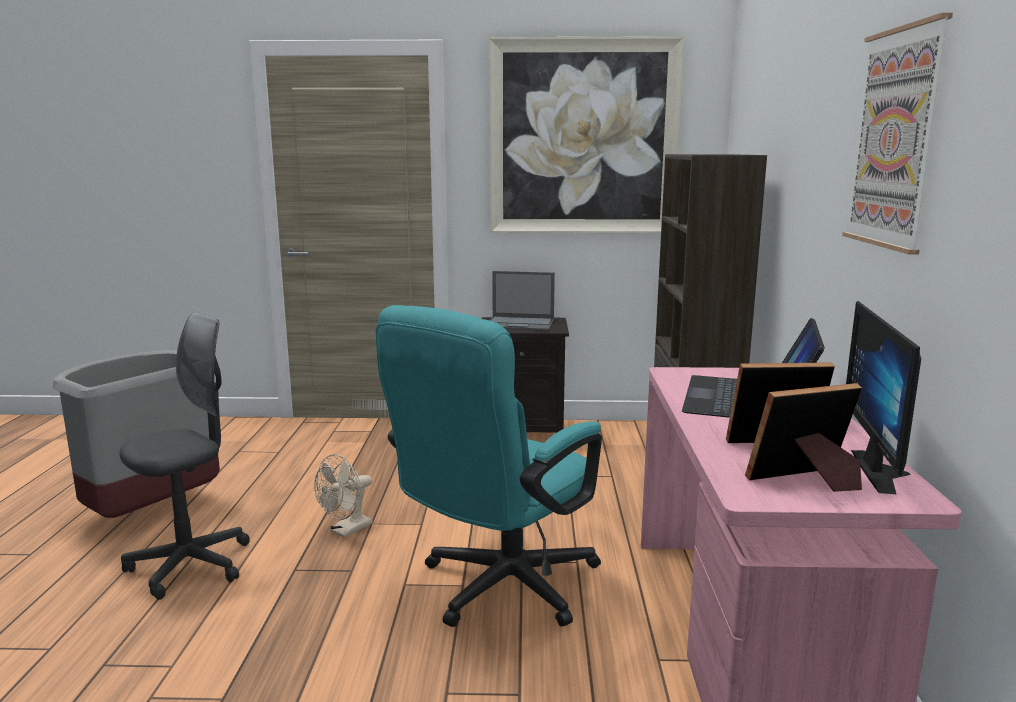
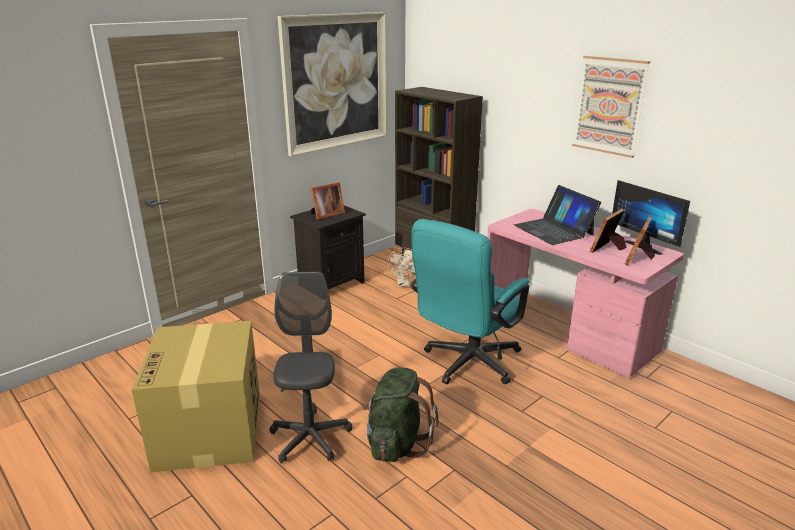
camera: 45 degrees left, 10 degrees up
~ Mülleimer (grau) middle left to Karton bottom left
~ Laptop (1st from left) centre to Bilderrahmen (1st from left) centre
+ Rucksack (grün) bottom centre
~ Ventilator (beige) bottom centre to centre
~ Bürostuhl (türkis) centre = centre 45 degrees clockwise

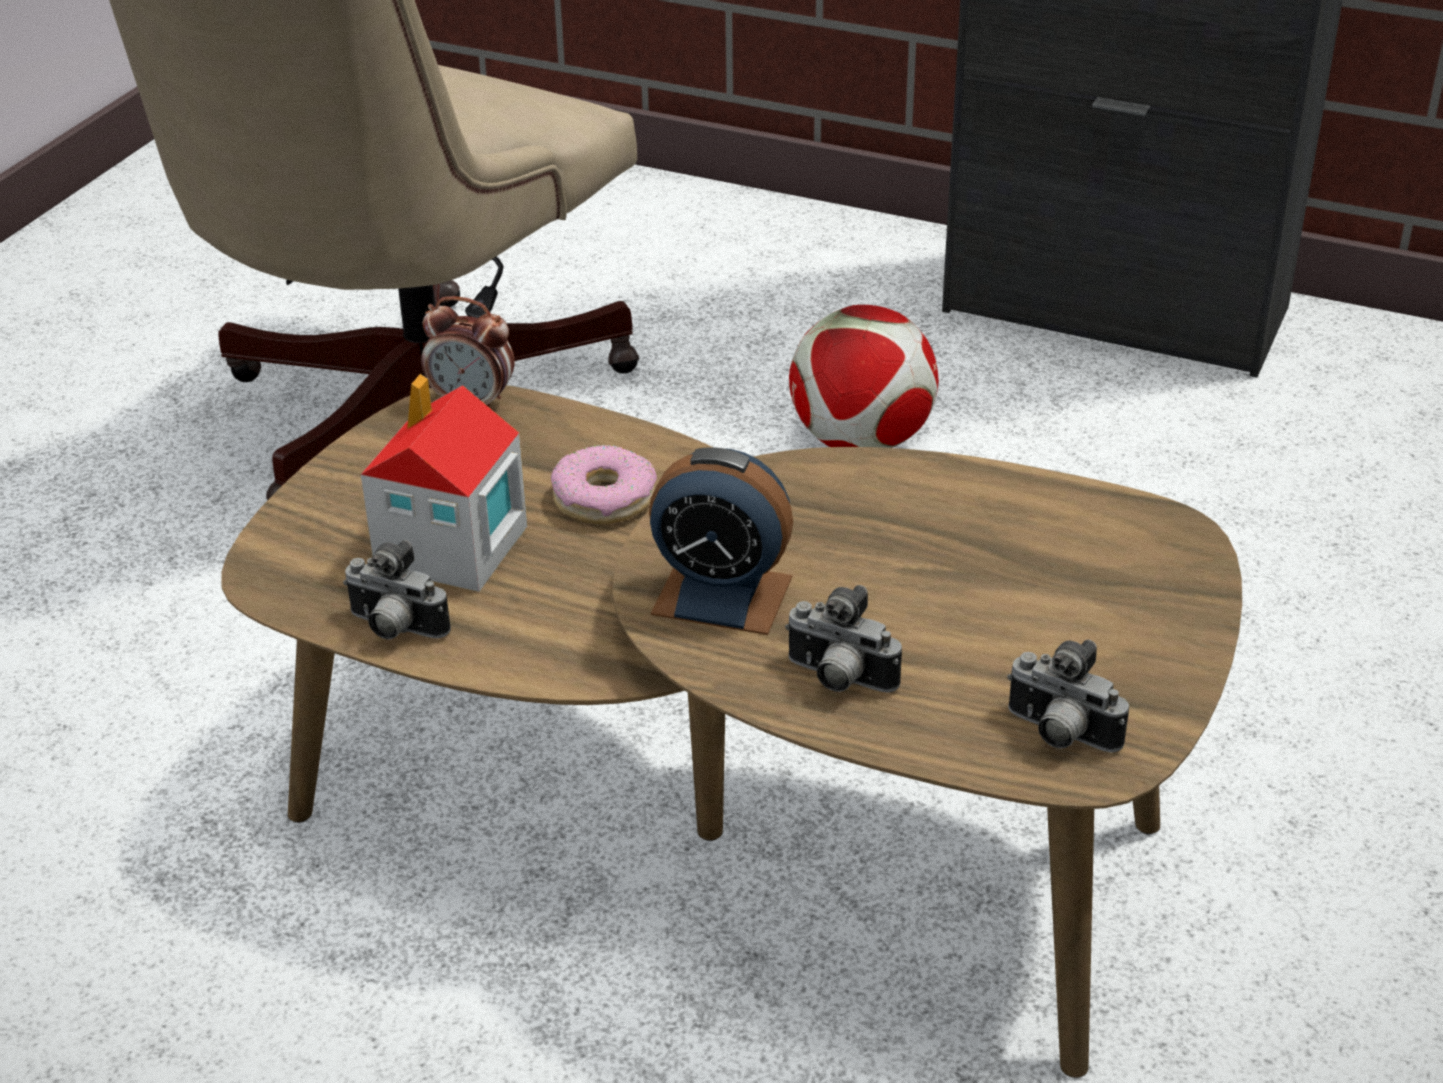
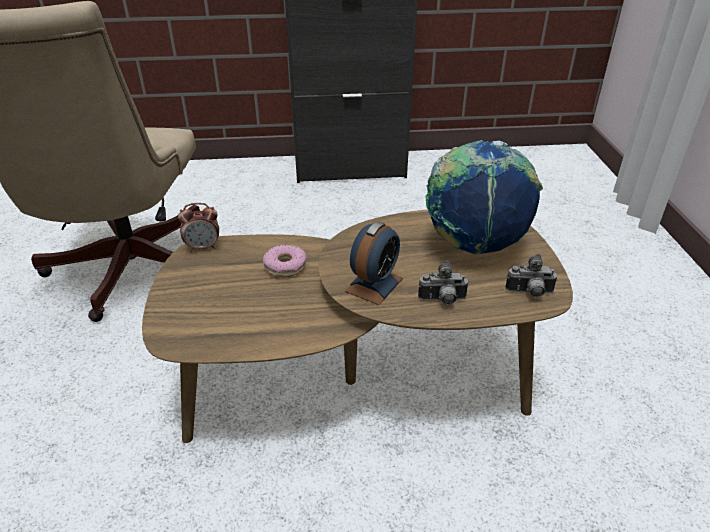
camera: 30 degrees left, 0 degrees up
~ Wecker (2nd from left) centre = centre 45 degrees counterclockwise
+ Globus middle right
- Kamera (1st from left) middle left
- Spielzeughaus middle left
- Fußball centre

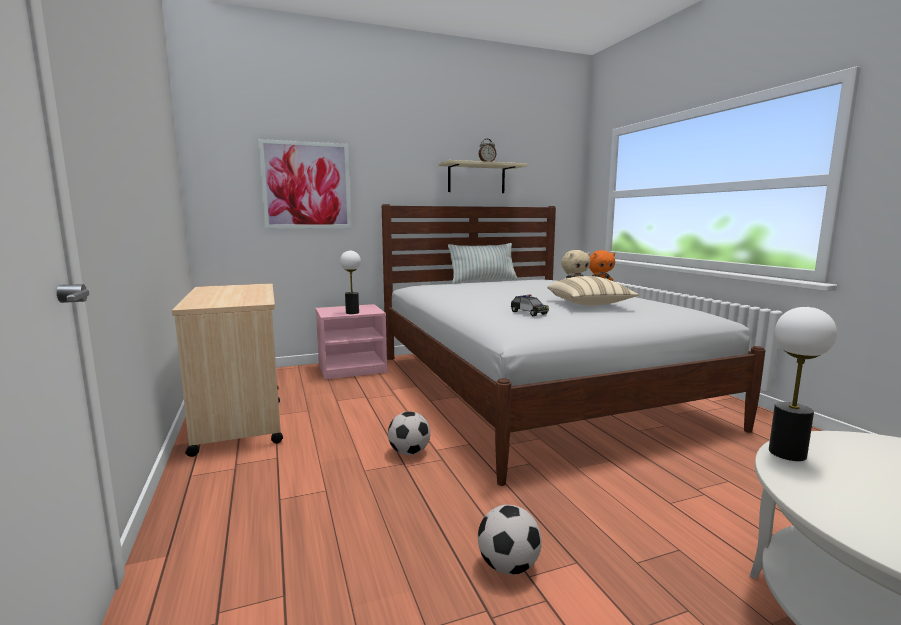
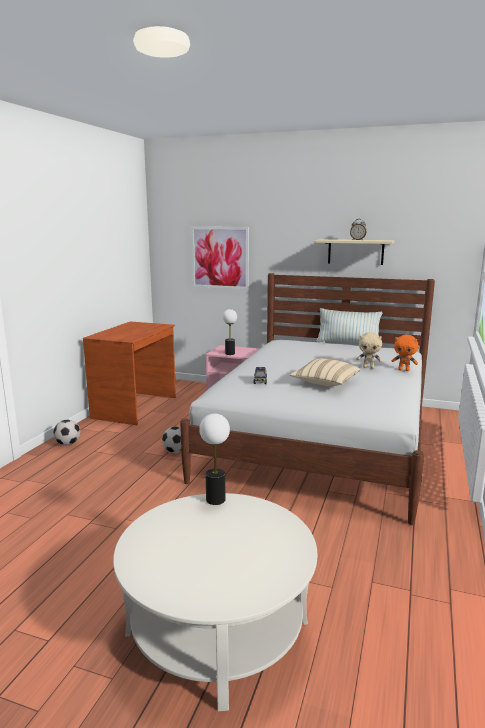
camera: 40 degrees right, 5 degrees up
~ Fußball (2nd from left in the first image) bottom centre to Fußball (1st from left) middle left
~ Rollwagen (beige) middle left to Schreibtisch (braun) middle left

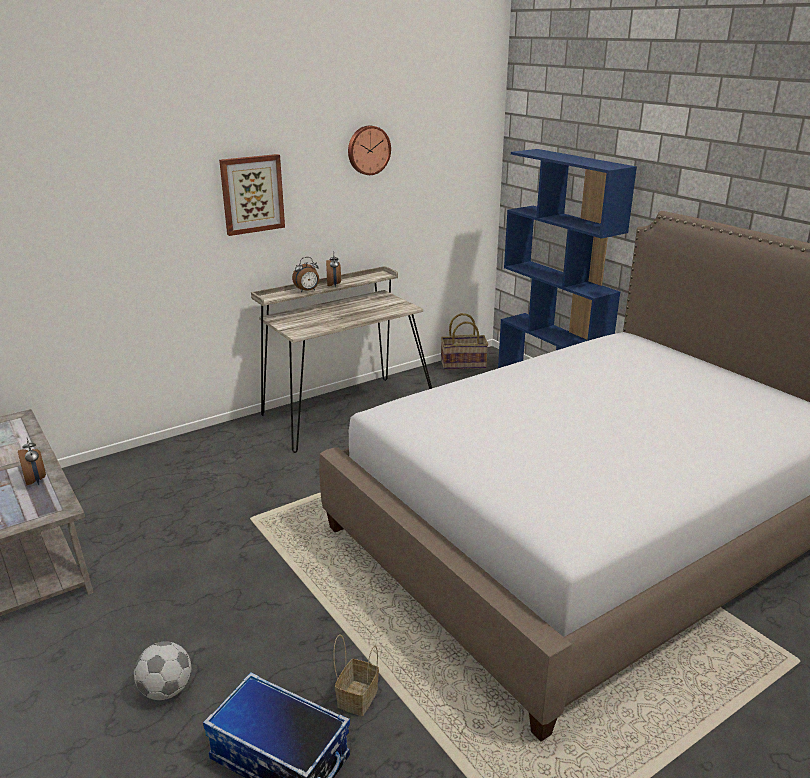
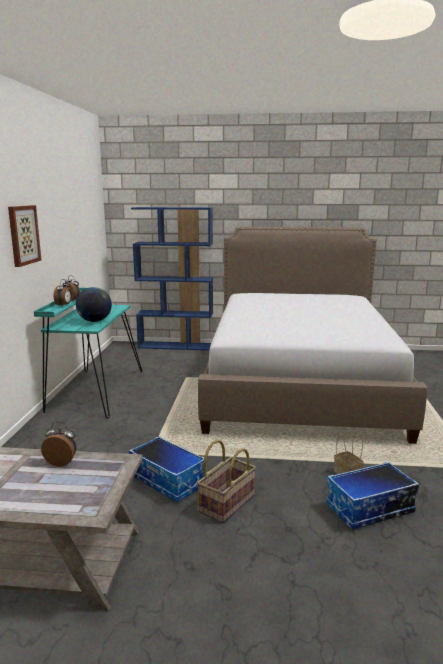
camera: 50 degrees left, 10 degrees down
~ Schreibtisch (beige) centre to Schreibtisch (türkis) middle left
+ Globus middle left
+ Aufbewahrungsbox (1st from left) bottom centre
~ Korb (2nd from left in the first image) centre to Korb (1st from left) bottom centre
- Fußball bottom left
- Wanduhr top centre

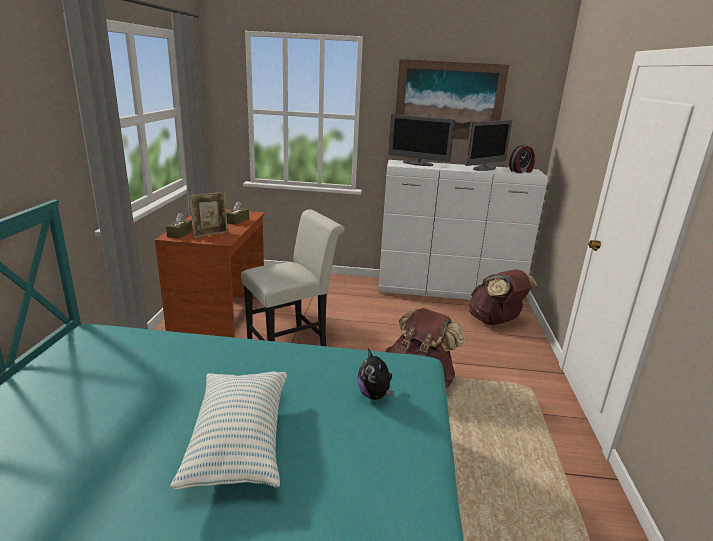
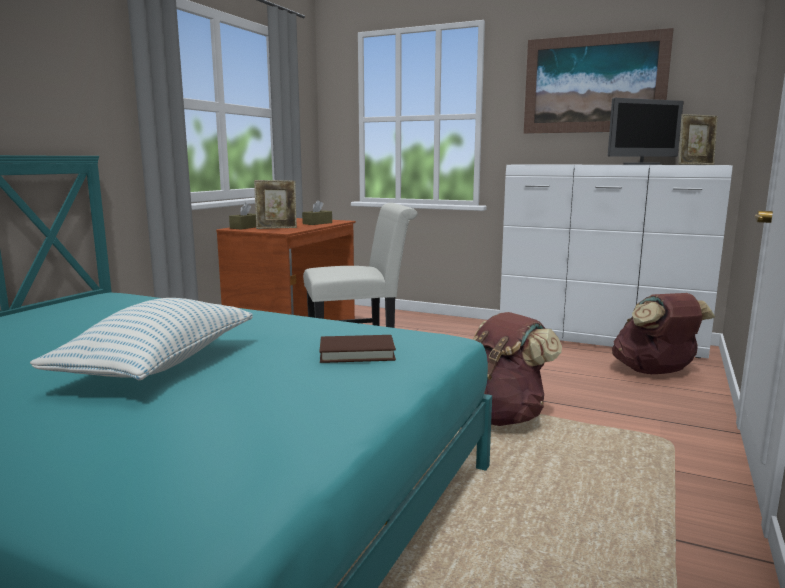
camera: 20 degrees right, 10 degrees down
~ Plüschtier bottom centre to Buch (braun) centre
~ Wecker top right to Bilderrahmen (2nd from left) top right
- Monitor (1st from left) top centre

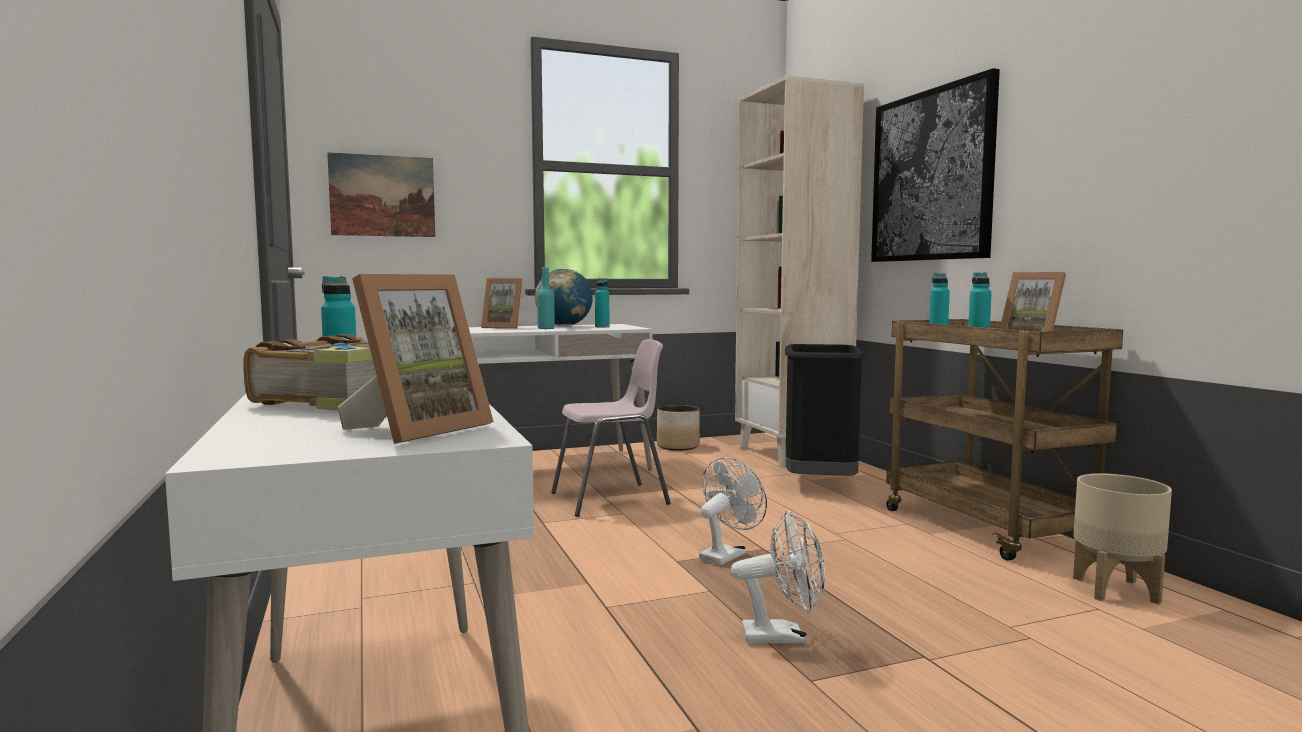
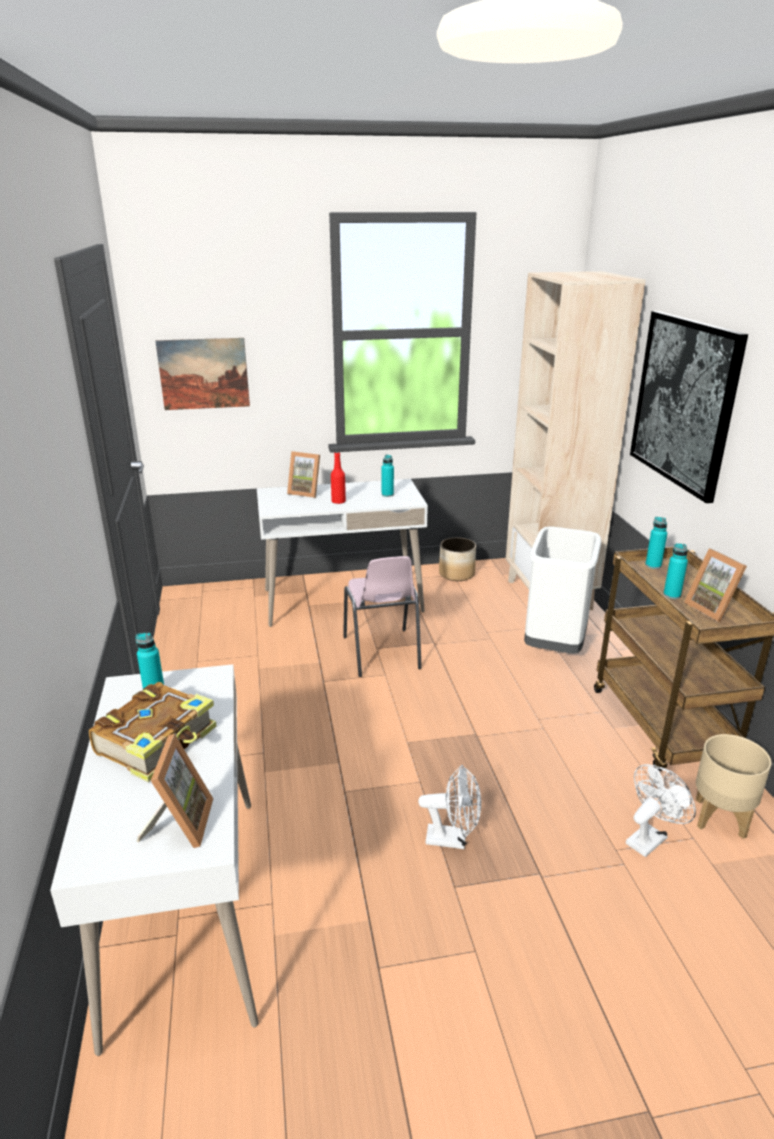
camera: 10 degrees right, 20 degrees up
~ Bilderrahmen (1st from left) middle left = bottom left 45 degrees counterclockwise
~ Flasche (türkis) (2nd from left) centre to Flasche (rot) centre
~ Stuhl (rosa) centre = centre 90 degrees clockwise
~ Mülleimer (schwarz) centre to Mülleimer (weiß) middle right
~ Ventilator (weiß) (1st from left in the first image) bottom centre to Ventilator (weiß) (2nd from left) bottom right
- Globus centre

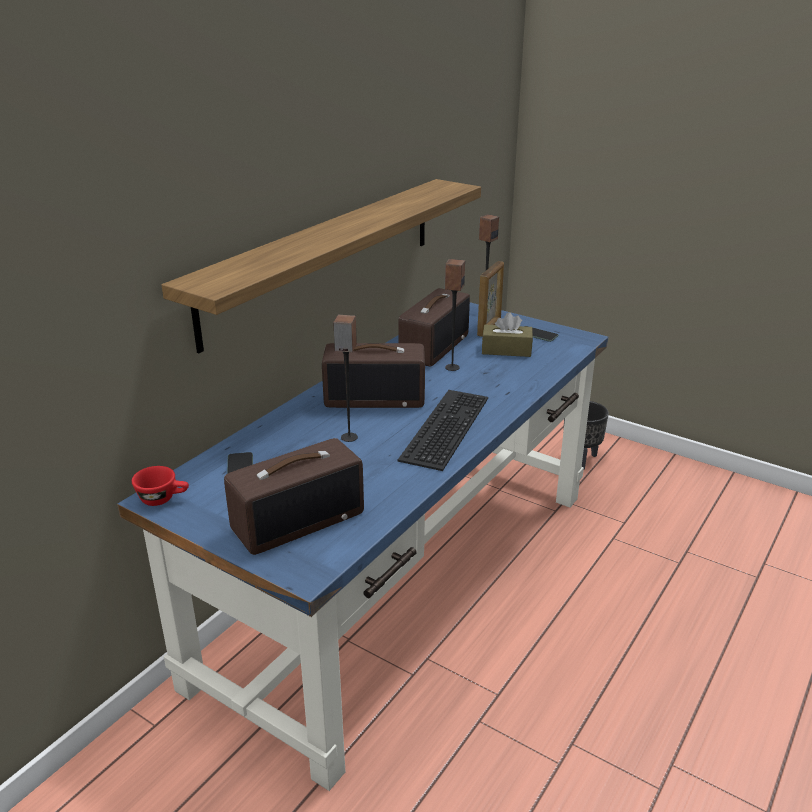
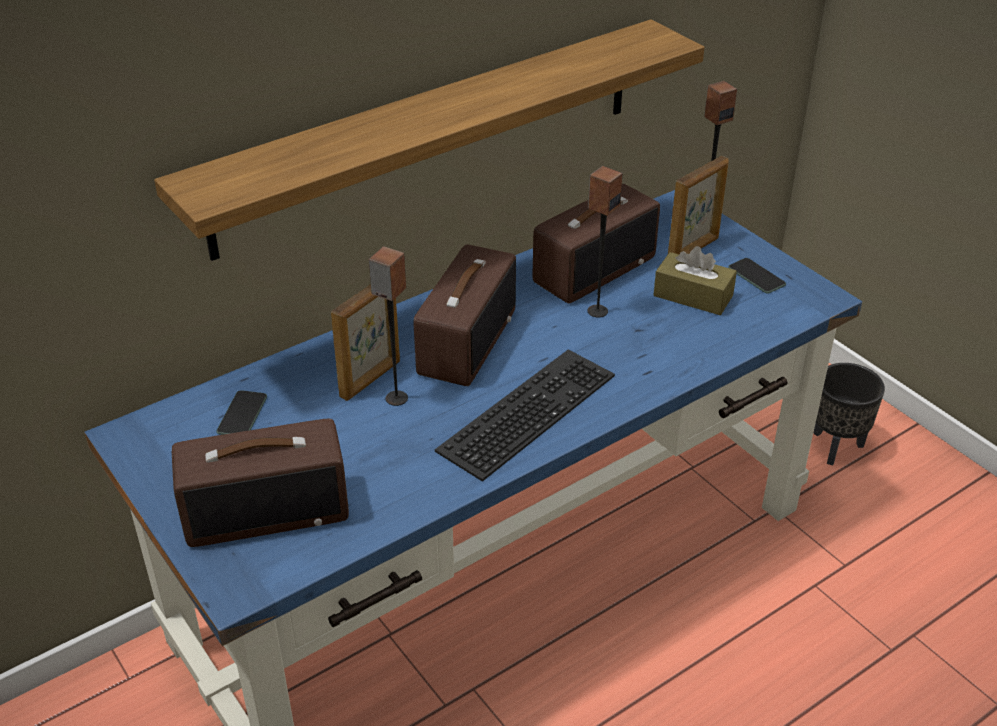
camera: 20 degrees right, 10 degrees up
+ Bilderrahmen (1st from left) centre
~ Radio (2nd from left) centre = centre 90 degrees counterclockwise
- Tasse (rot) middle left

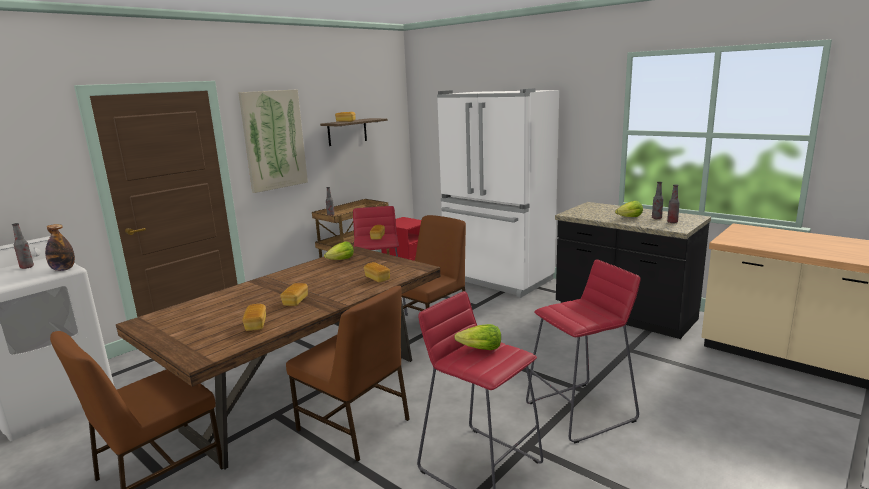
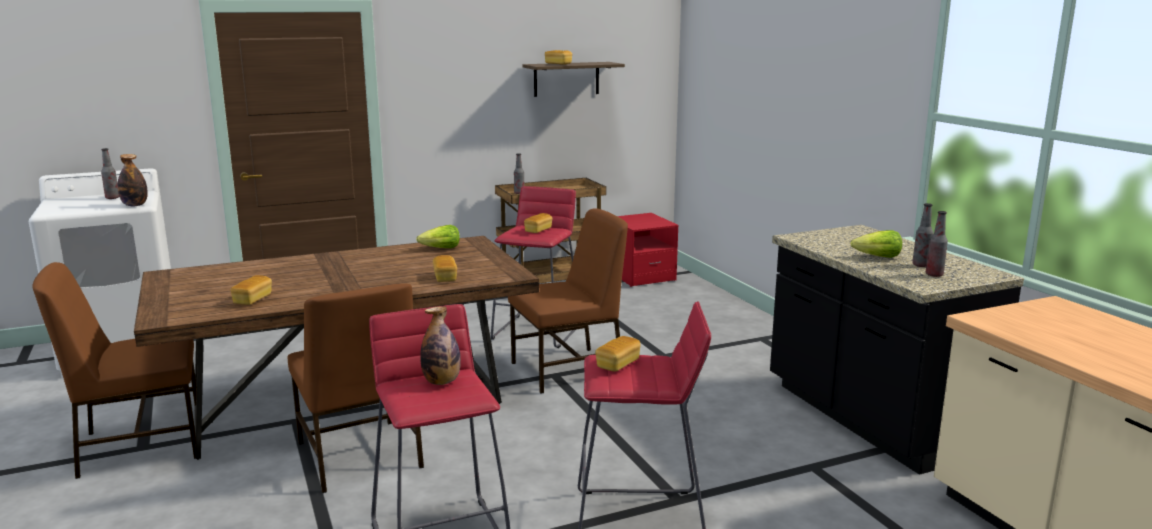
camera: 25 degrees right, 0 degrees up
~ Salatkopf (2nd from left) bottom centre to Flasche (3rd from left) centre
~ Brot (2nd from left in the first image) centre to Brot (5th from left) bottom centre
- Bild top left
- Kühlschrank (weiß) centre

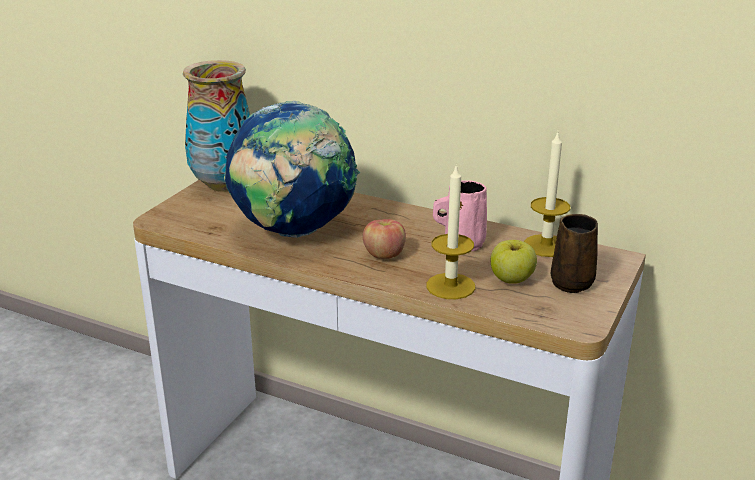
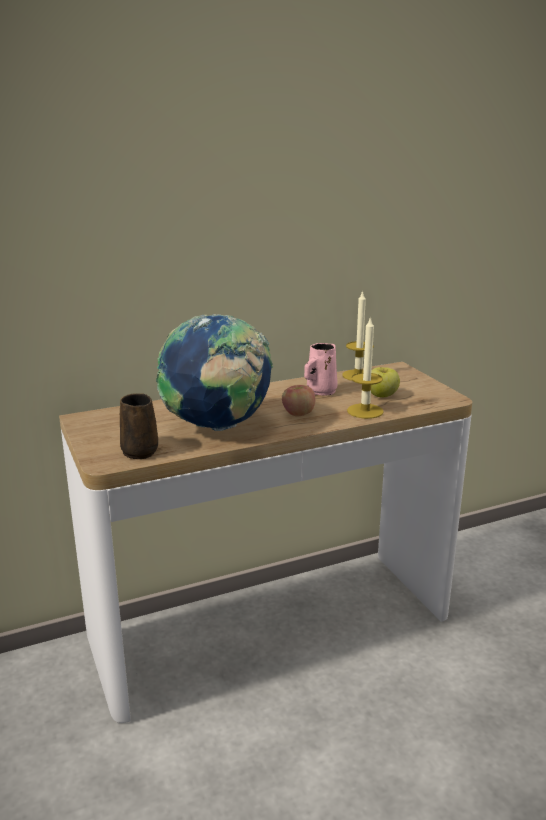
camera: 50 degrees left, 5 degrees down
~ Henkelbecher (braun) middle right to middle left
- Vase top left

